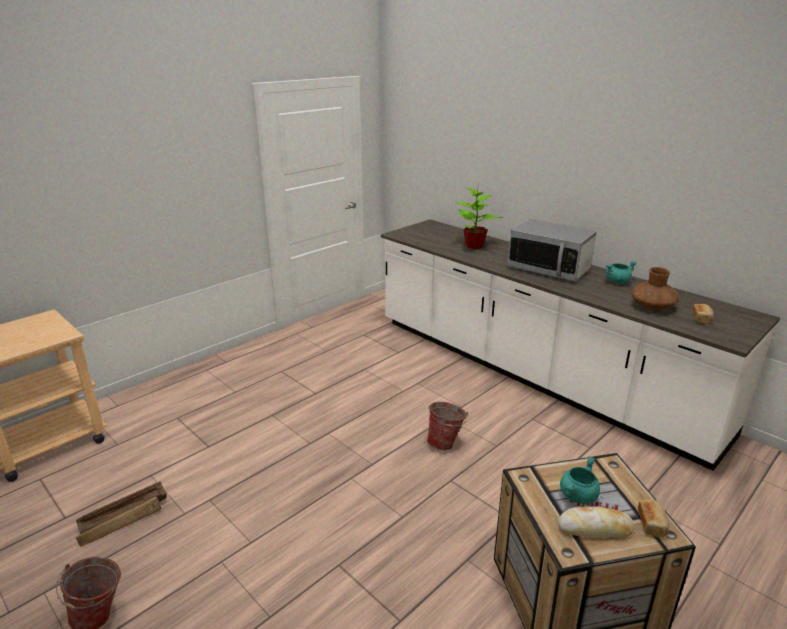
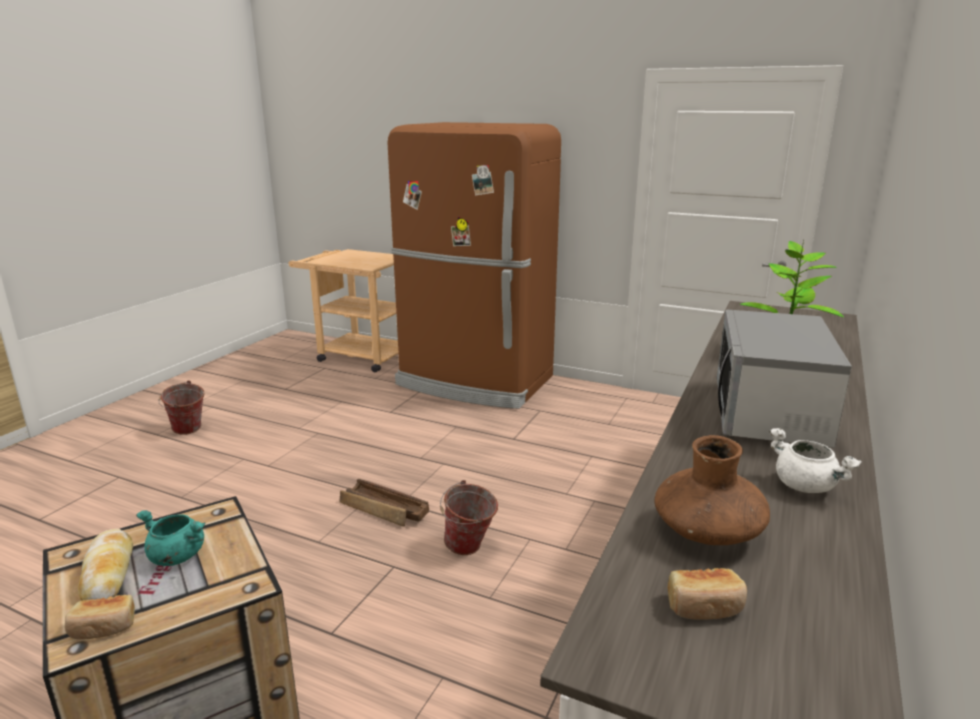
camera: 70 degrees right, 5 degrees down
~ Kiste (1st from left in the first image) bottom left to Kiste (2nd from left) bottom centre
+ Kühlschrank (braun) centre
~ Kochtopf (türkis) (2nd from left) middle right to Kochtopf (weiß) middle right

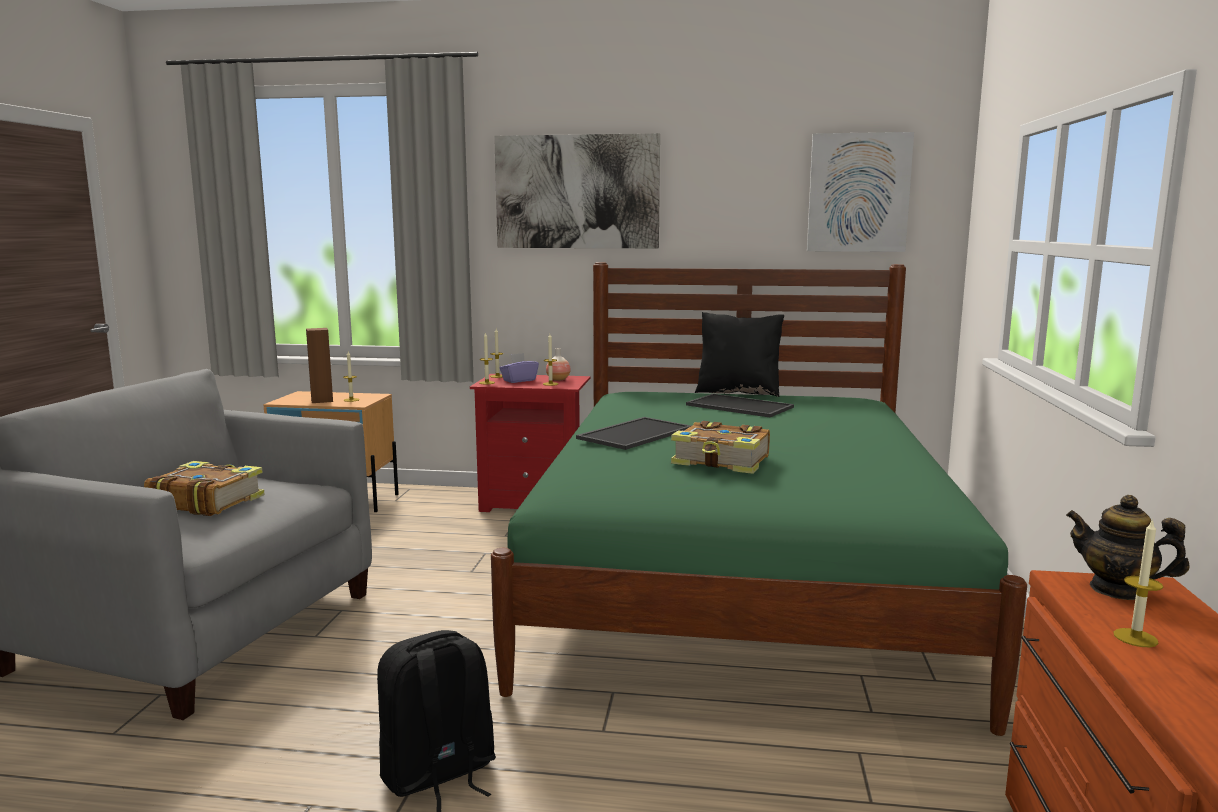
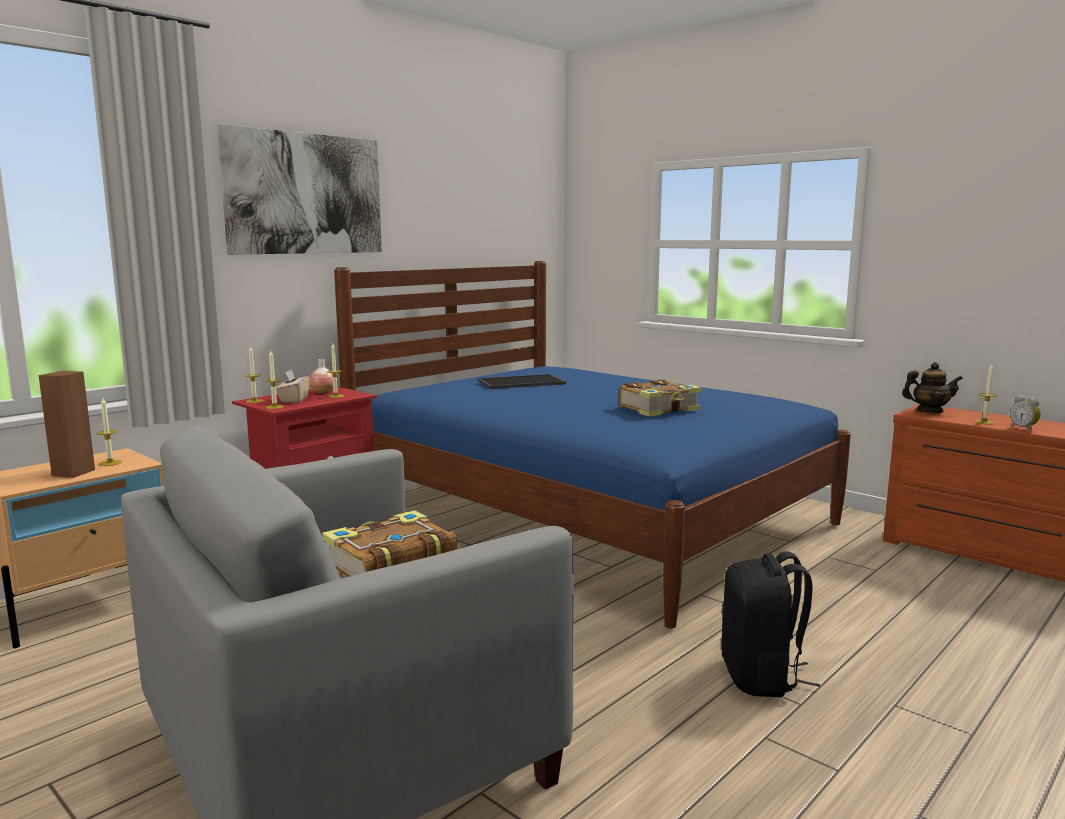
camera: 55 degrees left, 0 degrees up
~ Taschentuchbox (lila) centre to Taschentuchbox (beige) middle left
~ Bett (grün) centre to Bett (blau) centre
~ Teekanne bottom right = middle right 150 degrees counterclockwise
+ Wecker middle right
- Tablett (1st from left) centre
- Kissen (schwarz) centre
- Bild (2nd from left) top right

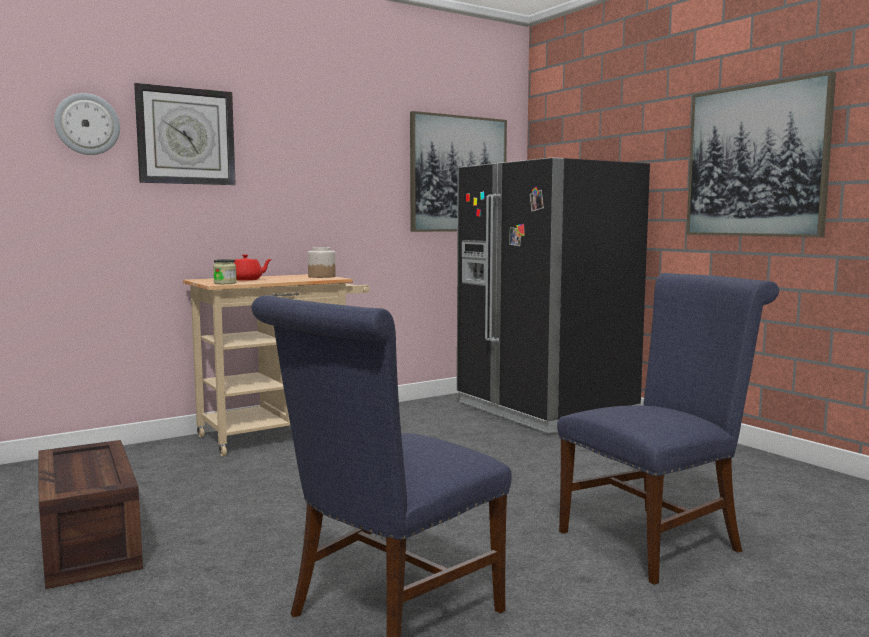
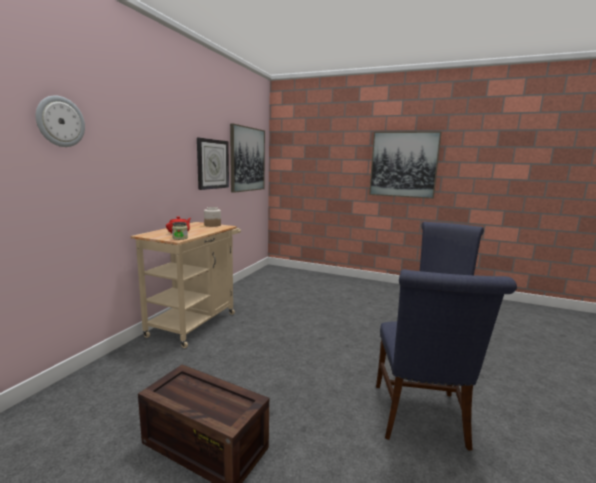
camera: 35 degrees left, 5 degrees up
~ Wanduhr (2nd from left) top left to centre
- Kühlschrank (schwarz) centre

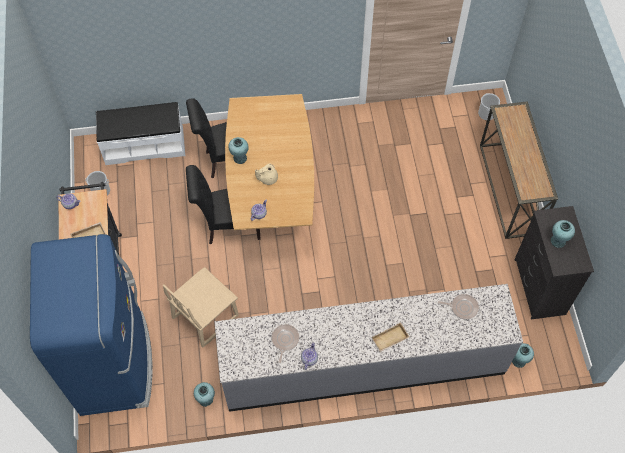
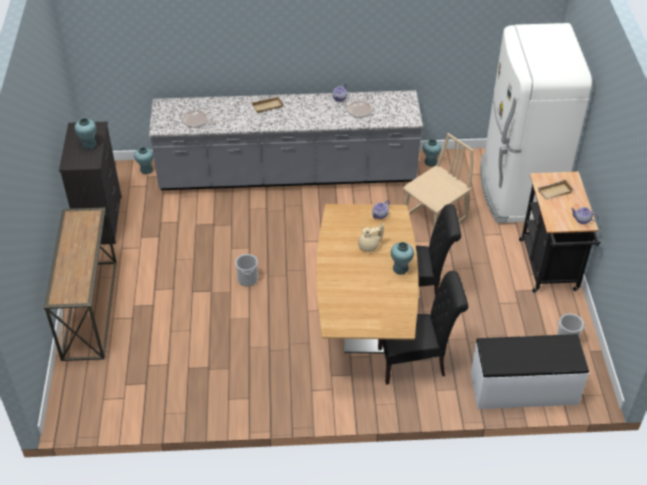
camera: 175 degrees left, 15 degrees down
~ Eimer (2nd from left in the first image) top right to Eimer (1st from left) centre
~ Kühlschrank (blau) bottom left to Kühlschrank (weiß) top right

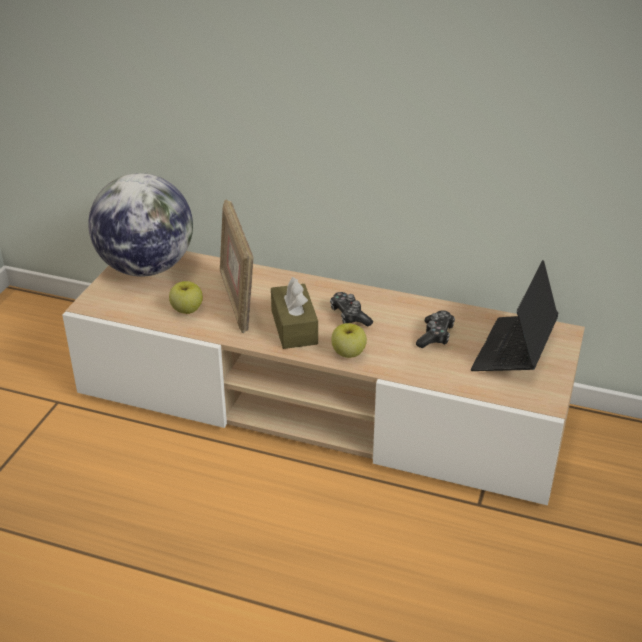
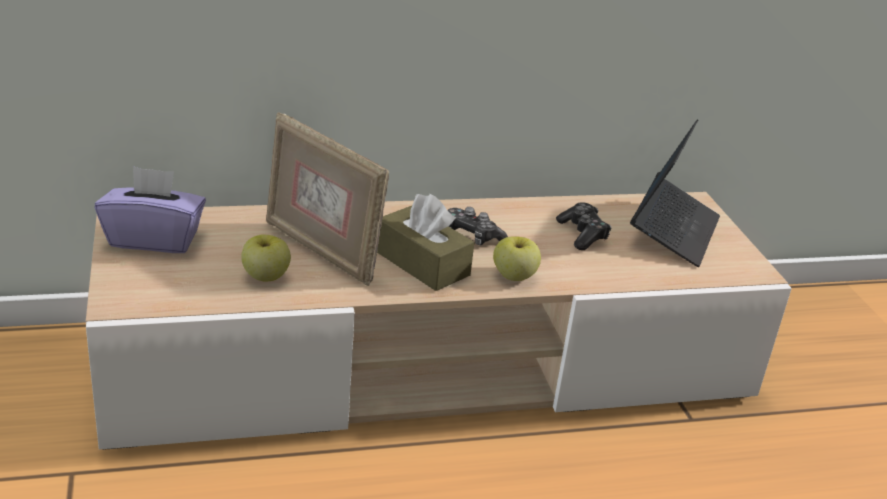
camera: 35 degrees left, 5 degrees down
~ Globus middle left to Taschentuchbox (lila) middle left
~ Laptop middle right = middle right 150 degrees counterclockwise

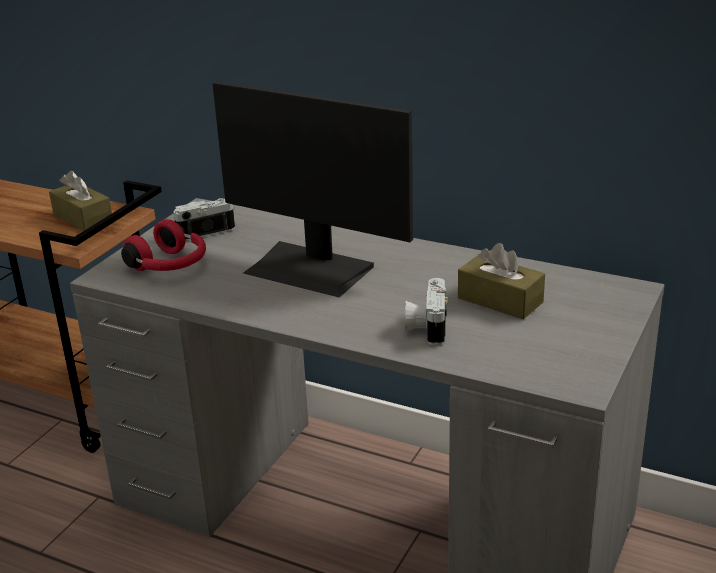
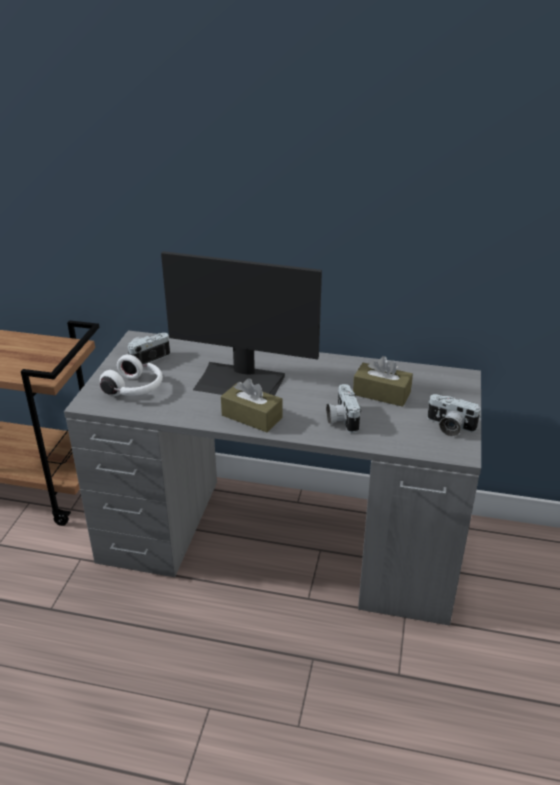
camera: 15 degrees left, 5 degrees up
~ Kopfhörer (rot) middle left to Kopfhörer (weiß) middle left
~ Taschentuchbox (braun) (1st from left) middle left to centre
+ Kamera (3rd from left) middle right

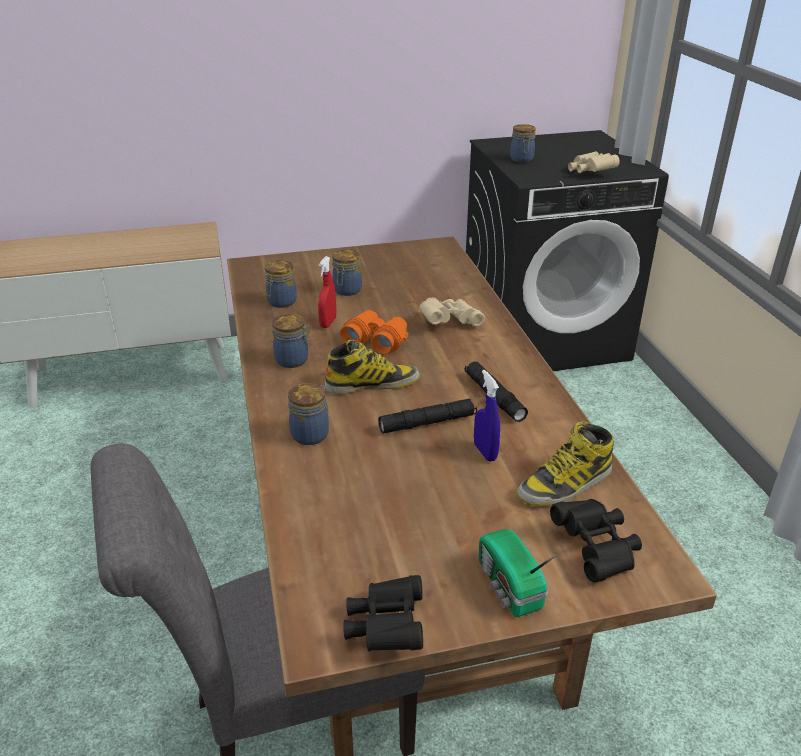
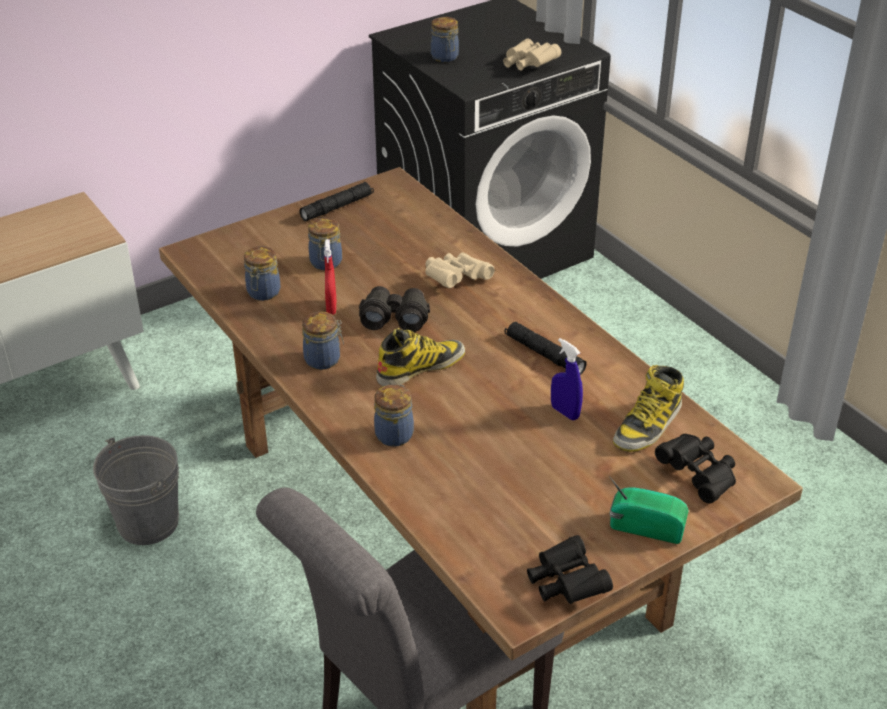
camera: 20 degrees left, 5 degrees up
+ Eimer (grau) bottom left
~ Taschenlampe (schwarz) (1st from left) centre to top centre
~ Fernglas (orange) centre to Fernglas (schwarz) (1st from left) centre
~ Radio bottom centre = bottom right 150 degrees clockwise

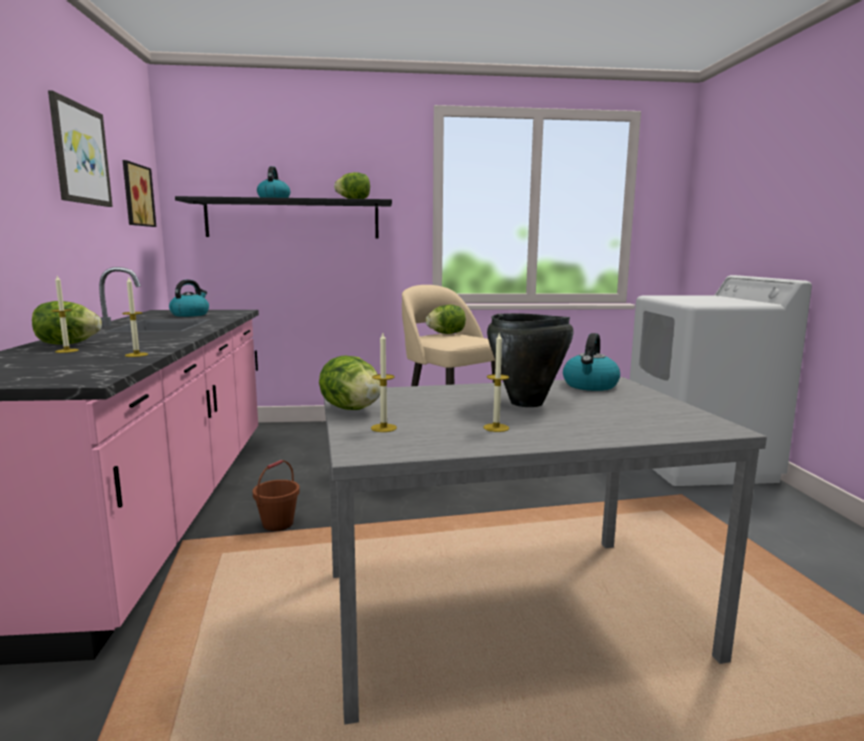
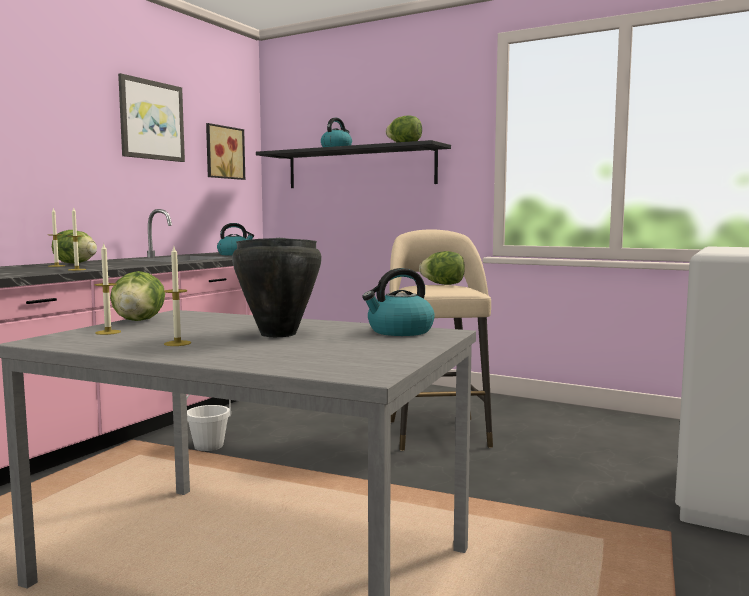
camera: 35 degrees right, 5 degrees down
~ Eimer (braun) bottom left to Eimer (weiß) bottom left

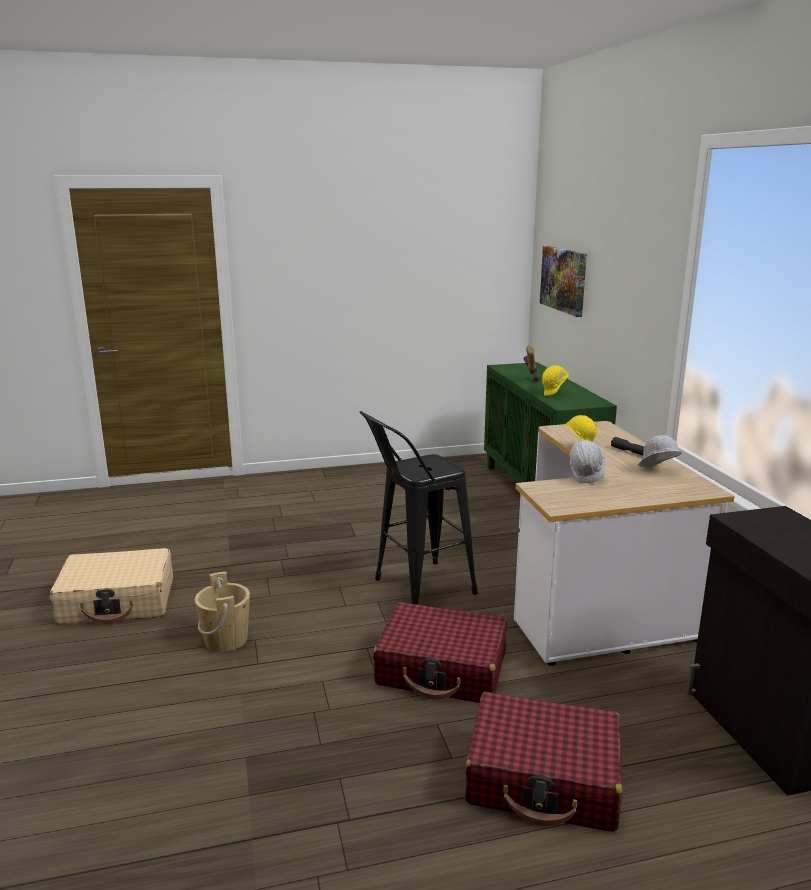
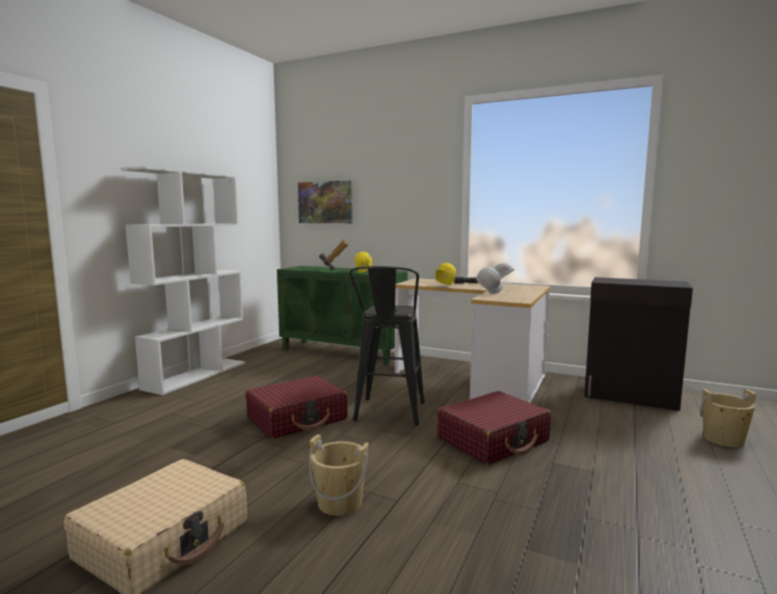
camera: 50 degrees left, 10 degrees down
+ Bücherregal (weiß) middle left
~ Koffer (rot) (2nd from left in the first image) bottom right to Koffer (rot) (1st from left) bottom centre
+ Eimer (beige) (2nd from left) bottom right

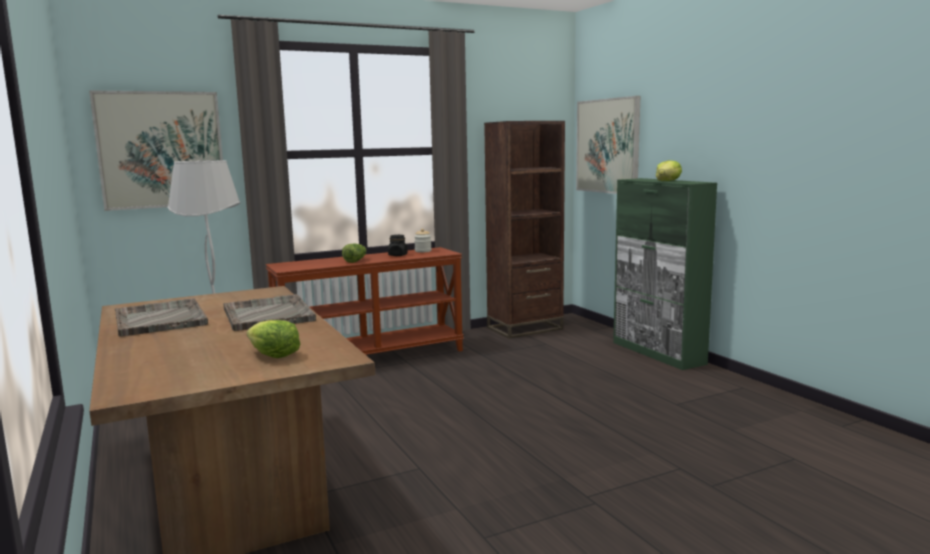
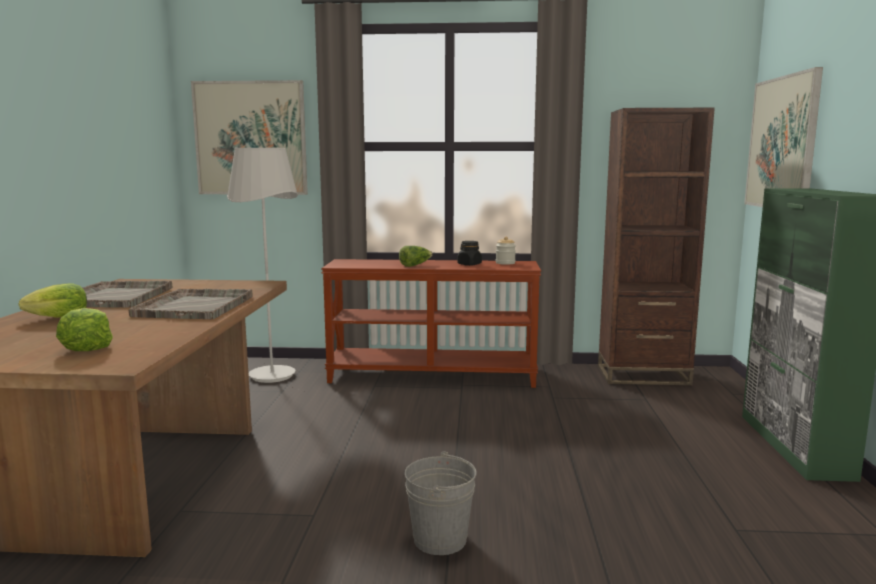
camera: 30 degrees right, 0 degrees up
~ Salatkopf (3rd from left in the first image) top right to Salatkopf (1st from left) middle left
+ Eimer (grau) bottom centre

